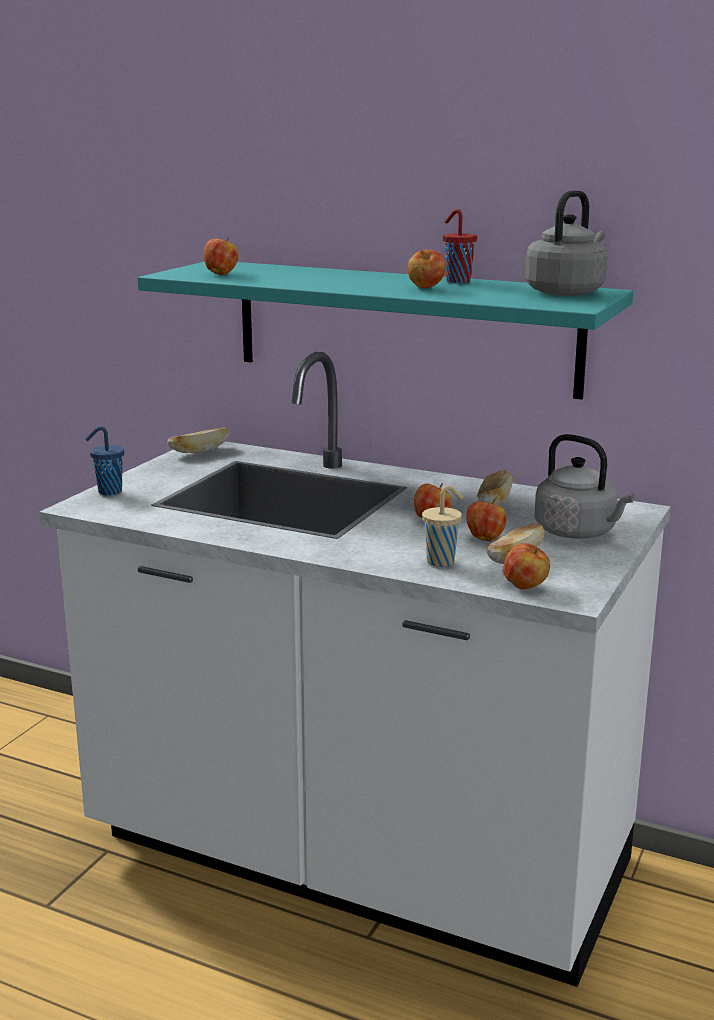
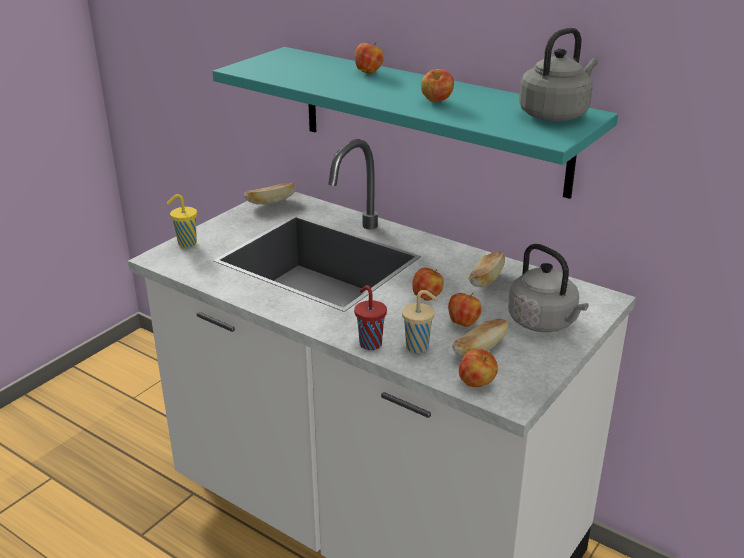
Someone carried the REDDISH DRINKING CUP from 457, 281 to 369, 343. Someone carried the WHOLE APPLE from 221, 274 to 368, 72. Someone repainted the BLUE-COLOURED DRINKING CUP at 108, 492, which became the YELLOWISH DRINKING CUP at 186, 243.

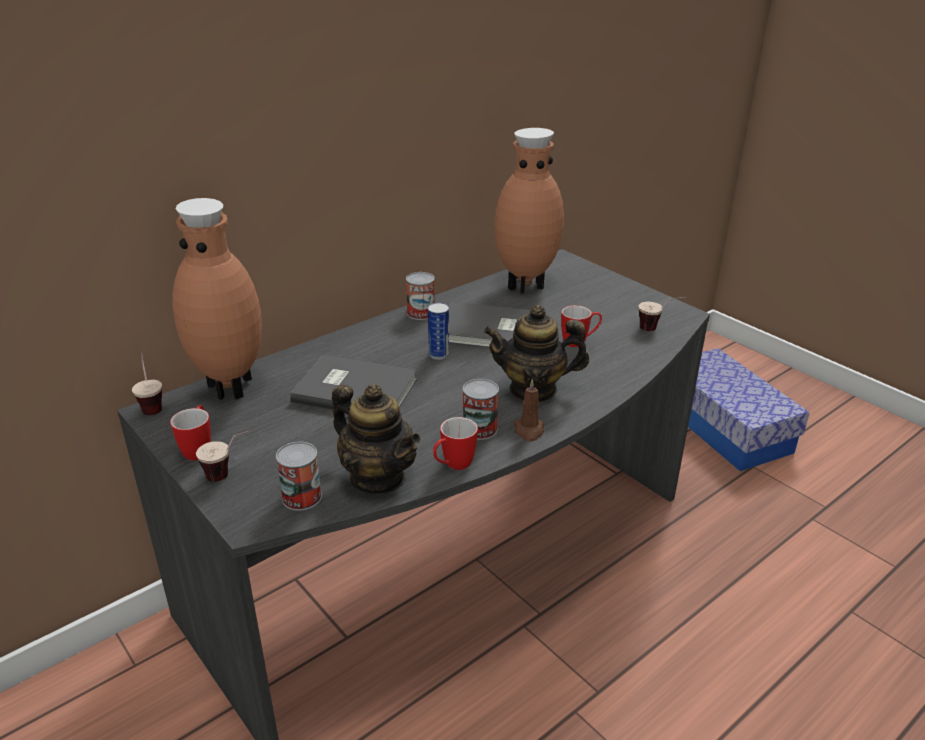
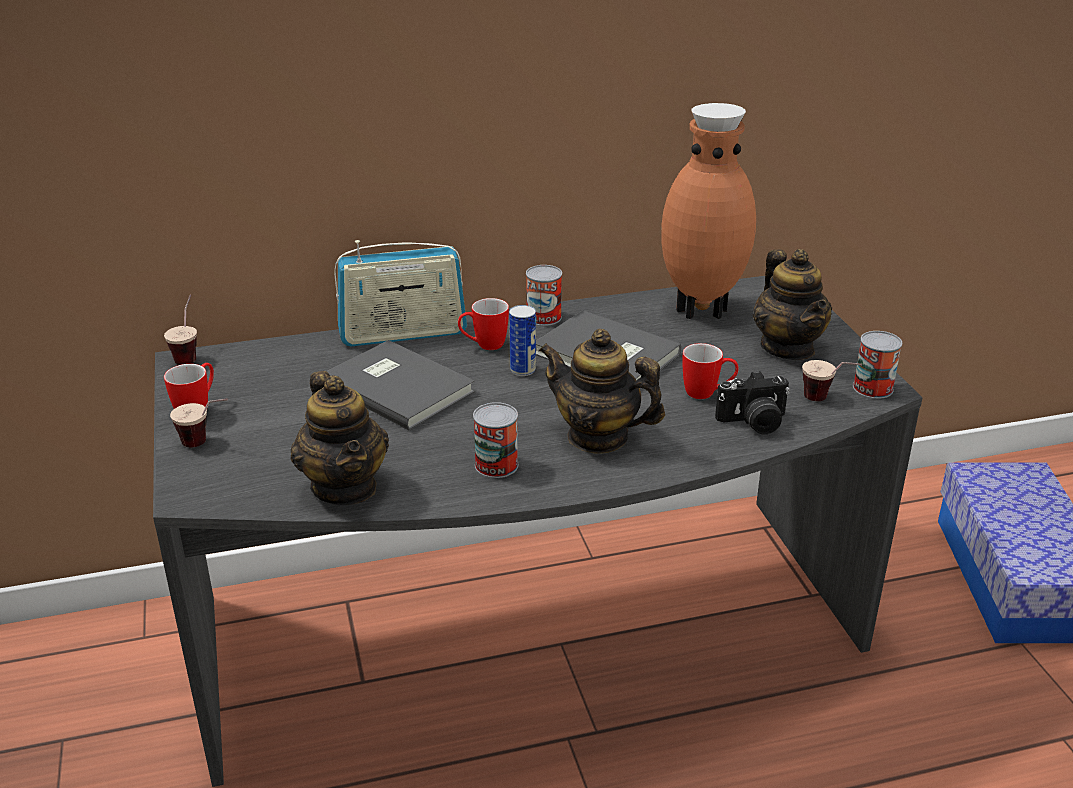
Someone took away the BROWN-COLOURED DECORATIVE VASE at 232, 387. Someone took away the BROWN-COLOURED WAX CANDLE at 529, 430. Someone carried the TEA MUG from 453, 466 to 483, 346. Someone carried the METAL CAN from 302, 497 to 872, 388. Someone put down the RADIO at 403, 333. Someone put down the TEA POT at 788, 347. Someone put down the STILL CAMERA at 753, 422.

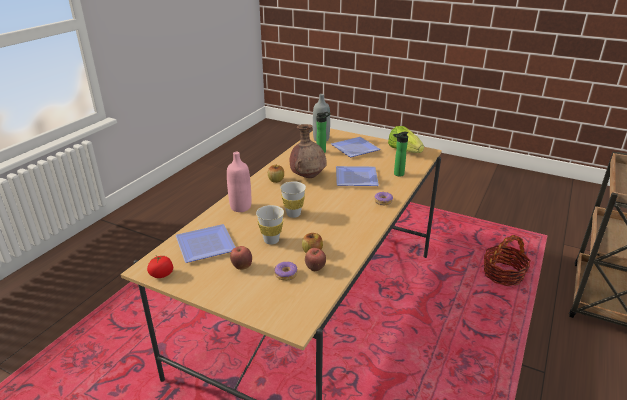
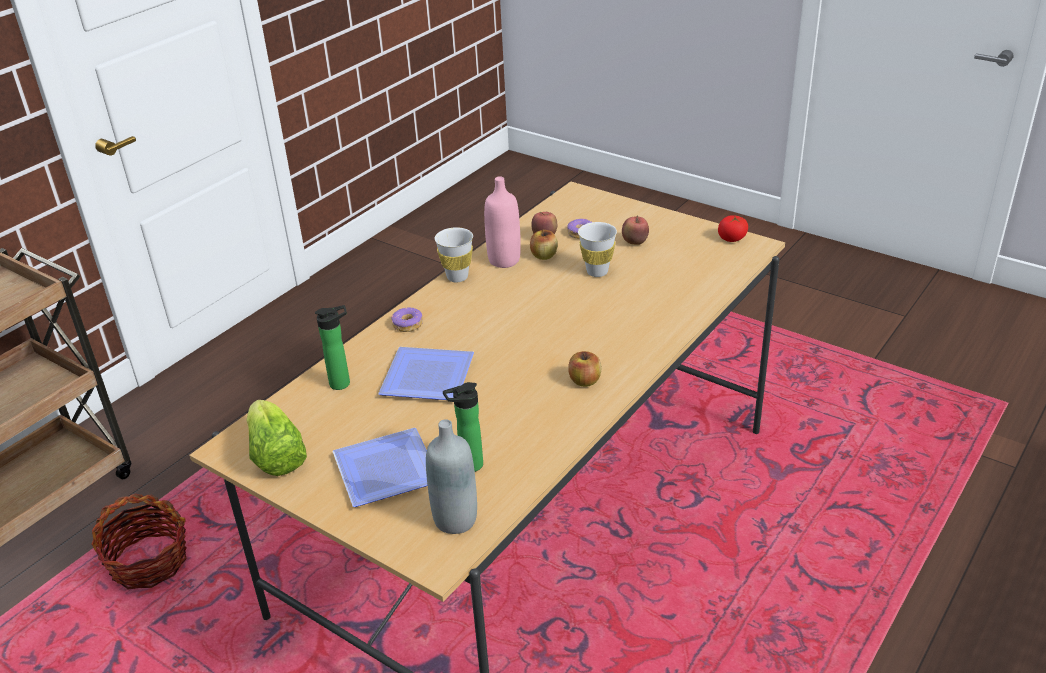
Someone took away the BROWN-COLOURED DECORATIVE VASE at 308, 176. Someone carried the PINKISH BEVERAGE BOTTLE from 240, 207 to 504, 260. Someone carried the WHITISH DRINKING CUP from 293, 214 to 457, 277. Someone took away the FLAT DISH at 203, 245.

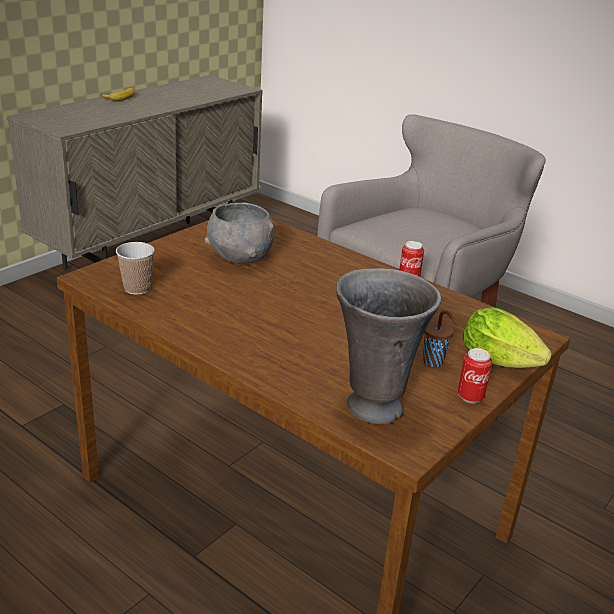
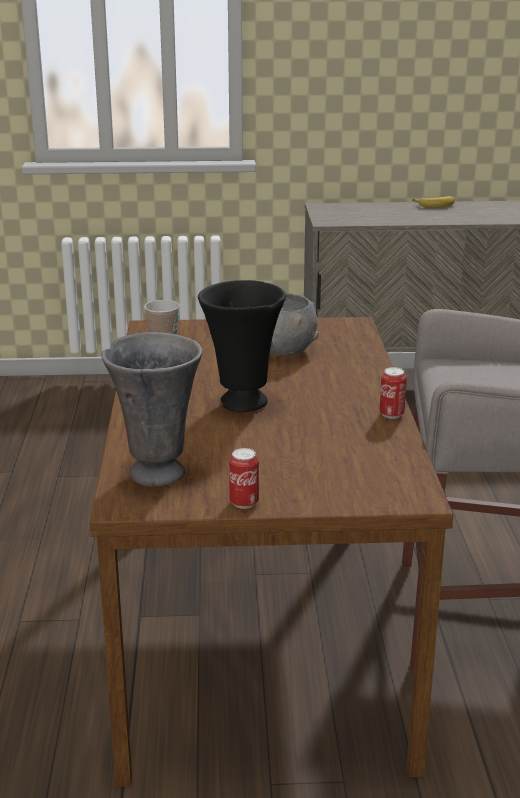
Someone took away the HEAD OF LETTUCE at 503, 364. Someone took away the BROWN-COLOURED DRINKING CUP at 434, 362. Someone put down the BLACK DECORATIVE VASE at 242, 404.

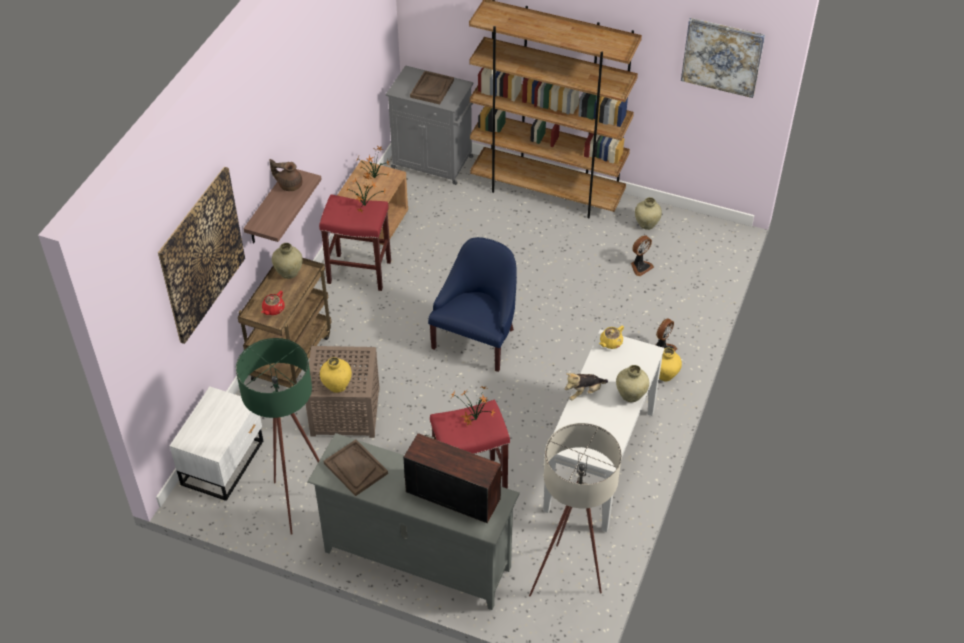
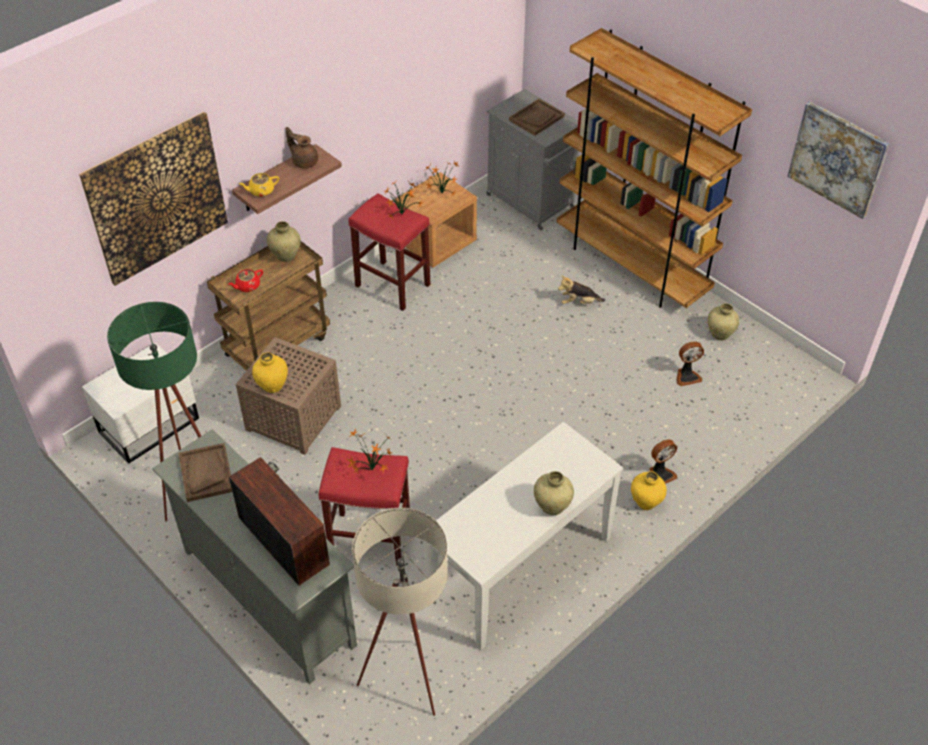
Someone took away the BLUE-COLOURED EASY CHAIR at 477, 339. Someone carried the YELLOWISH TEA POT from 610, 343 to 261, 191. Someone carried the SOFT TOY from 584, 392 to 579, 302.

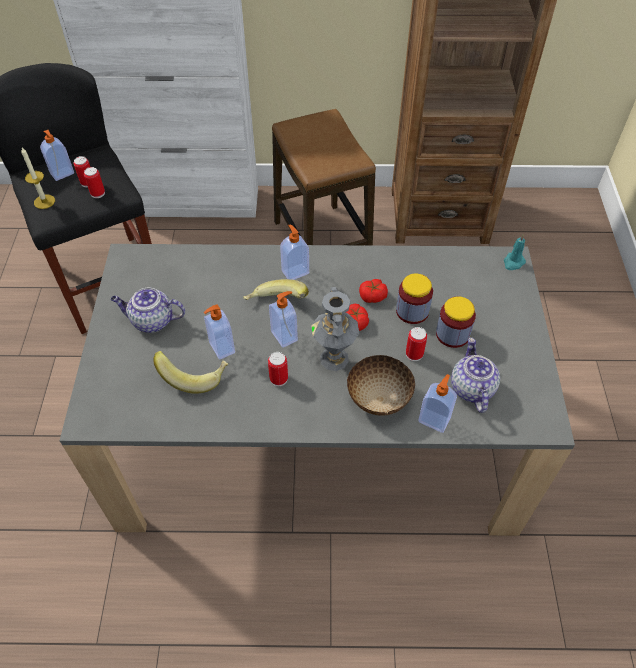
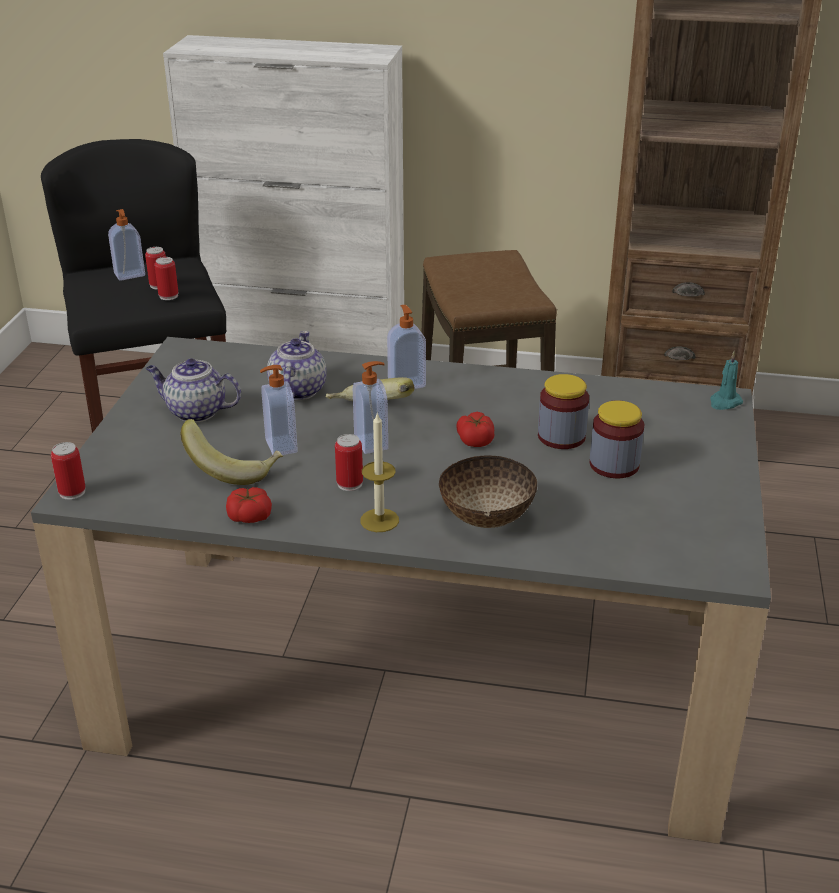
Someone carried the WAX CANDLE from 44, 201 to 379, 520. Someone carried the WHOLE TOMATO from 373, 296 to 249, 516. Someone took away the GREY DECORATIVE VASE at 335, 358. Someone carried the METAL CAN from 414, 354 to 72, 492. Someone carried the TEA POT from 471, 388 to 297, 390. Someone took away the SOAP BOTTLE at 434, 419.

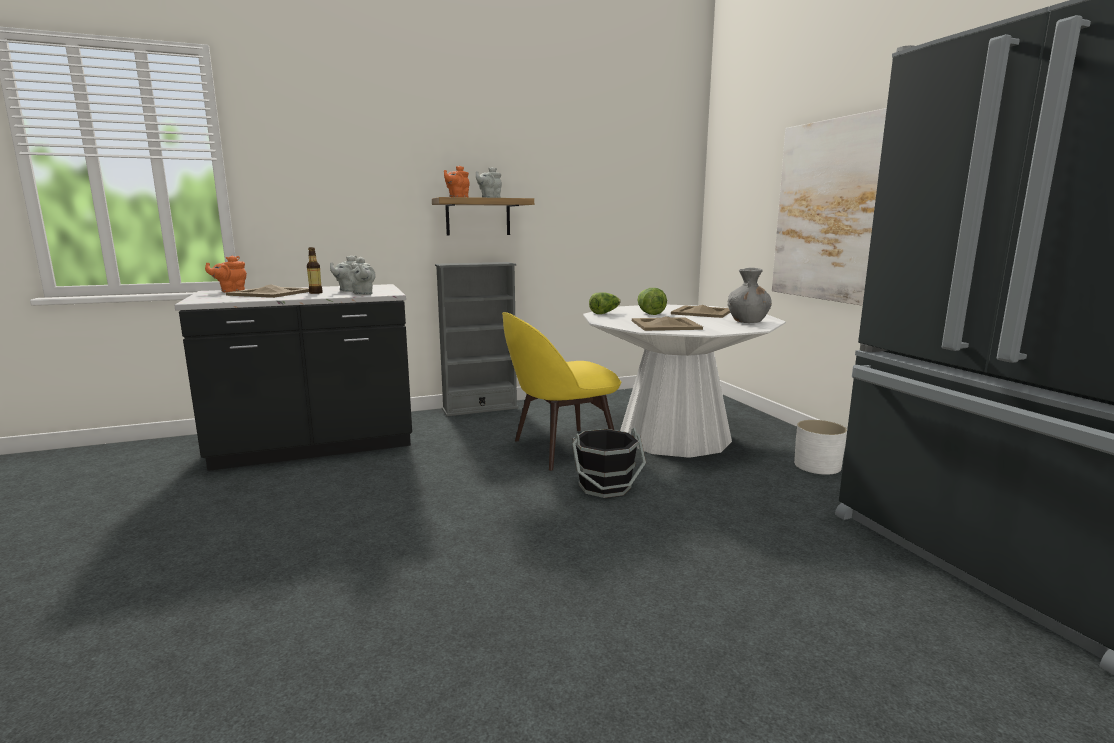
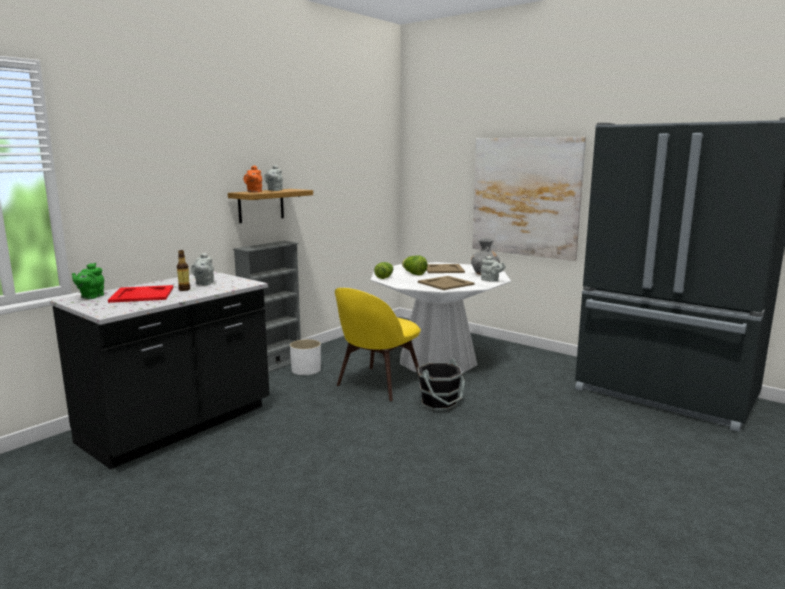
Someone repainted the ORANGE-COLOURED TEA POT at 231, 291, which became the GREEN TEA POT at 91, 297. Someone carried the GREY TEA POT from 363, 294 to 491, 280. Someone repainted the BEIGE TRAY at 270, 293, which became the REDDISH TRAY at 141, 294. Someone carried the WHITISH PLANT POT from 817, 466 to 306, 370.

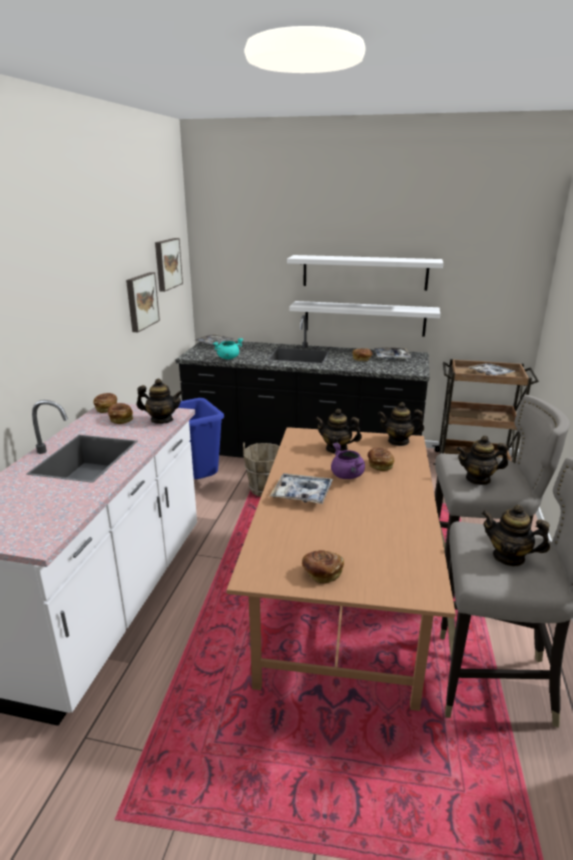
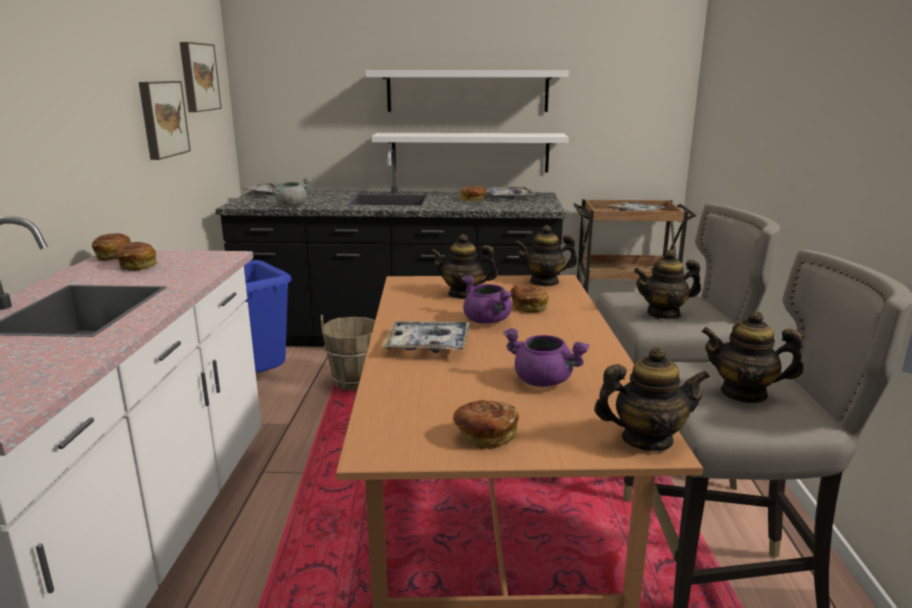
Someone repainted the BLUE-GREEN SAUCEPOT at 228, 358, which became the GREY SAUCEPOT at 291, 205. Someone carried the TEA POT from 162, 420 to 646, 439. Someone put down the PURPLE-COLOURED SAUCEPOT at 544, 381.

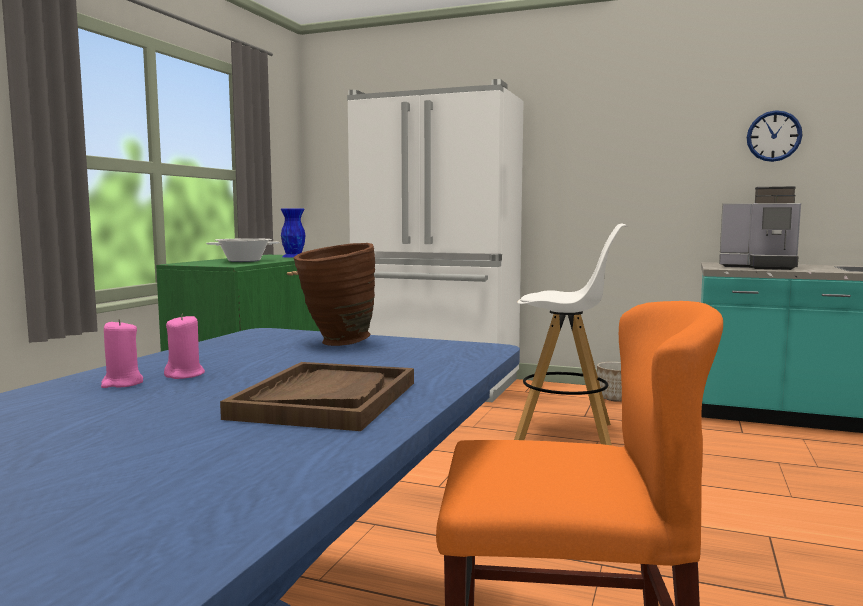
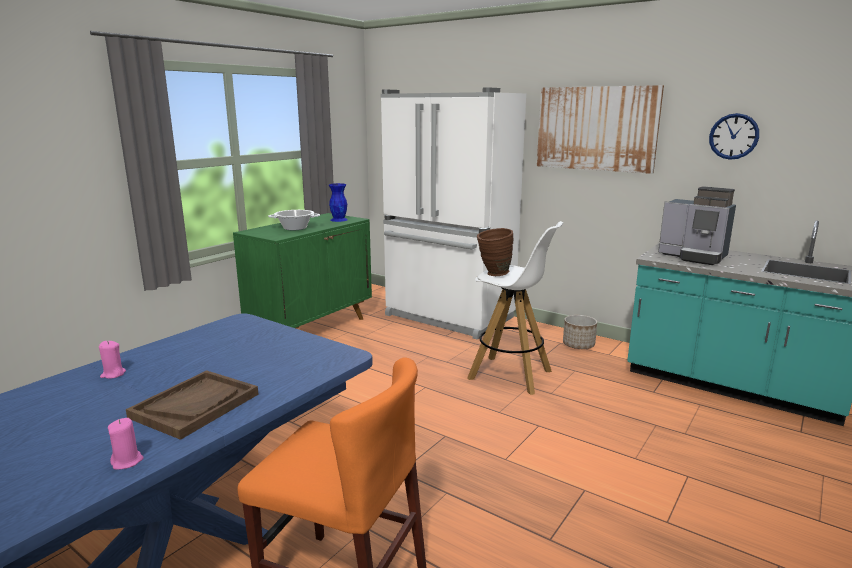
Someone carried the BROWN-COLOURED DECORATIVE VASE from 336, 343 to 493, 274. Someone carried the PINKISH WAX CANDLE from 185, 375 to 127, 461. Someone put up the WALL PICTURE at 596, 128.

